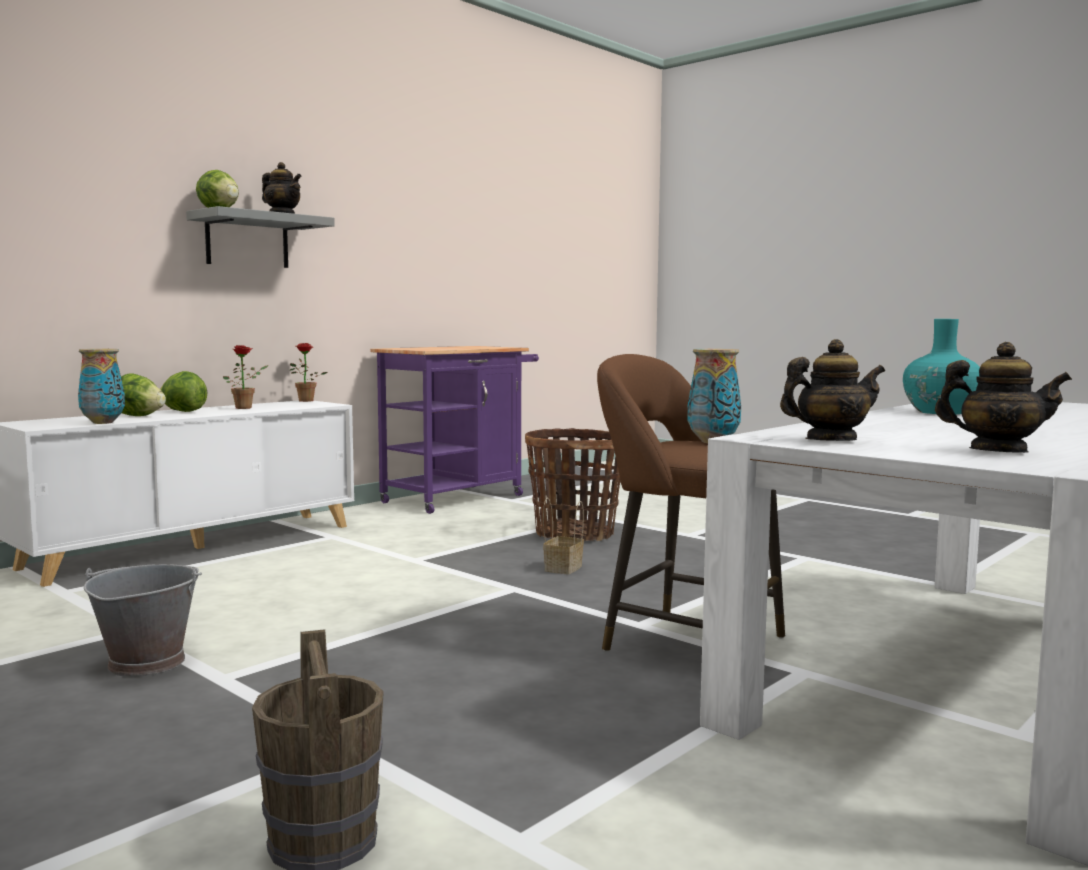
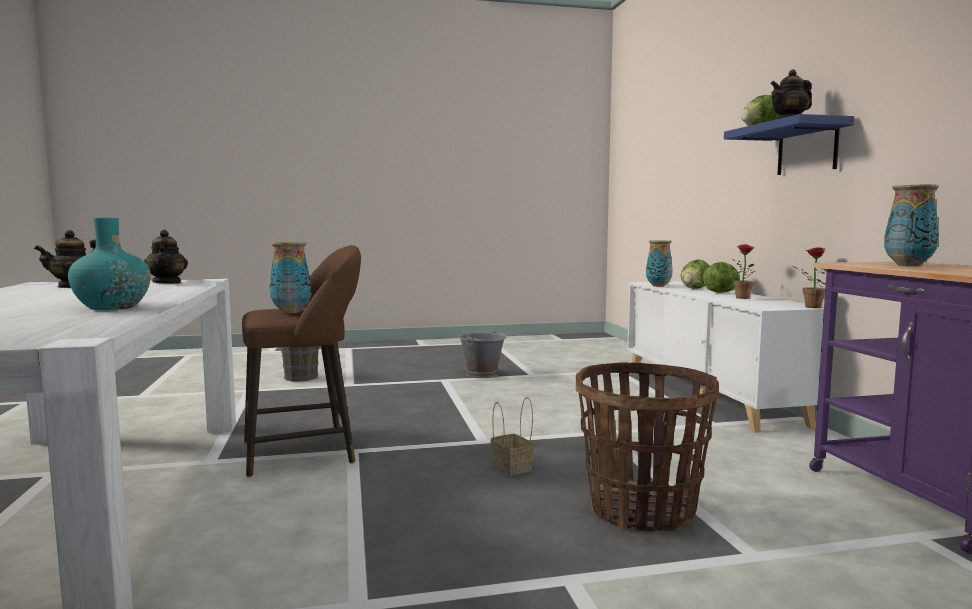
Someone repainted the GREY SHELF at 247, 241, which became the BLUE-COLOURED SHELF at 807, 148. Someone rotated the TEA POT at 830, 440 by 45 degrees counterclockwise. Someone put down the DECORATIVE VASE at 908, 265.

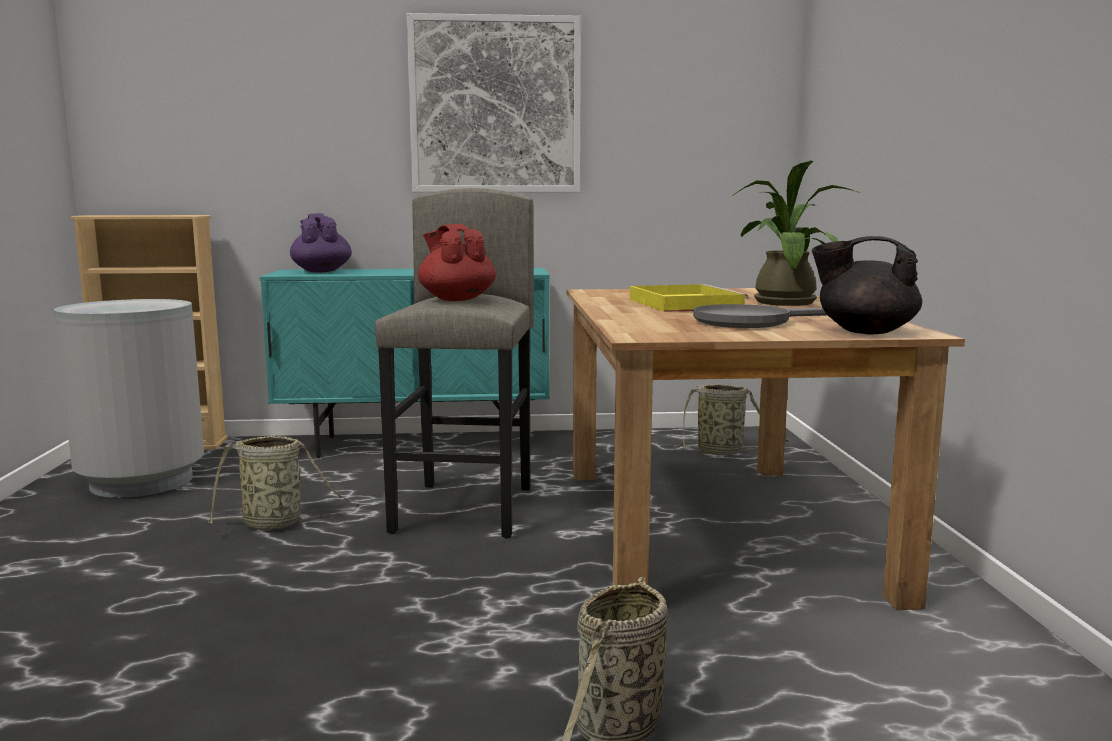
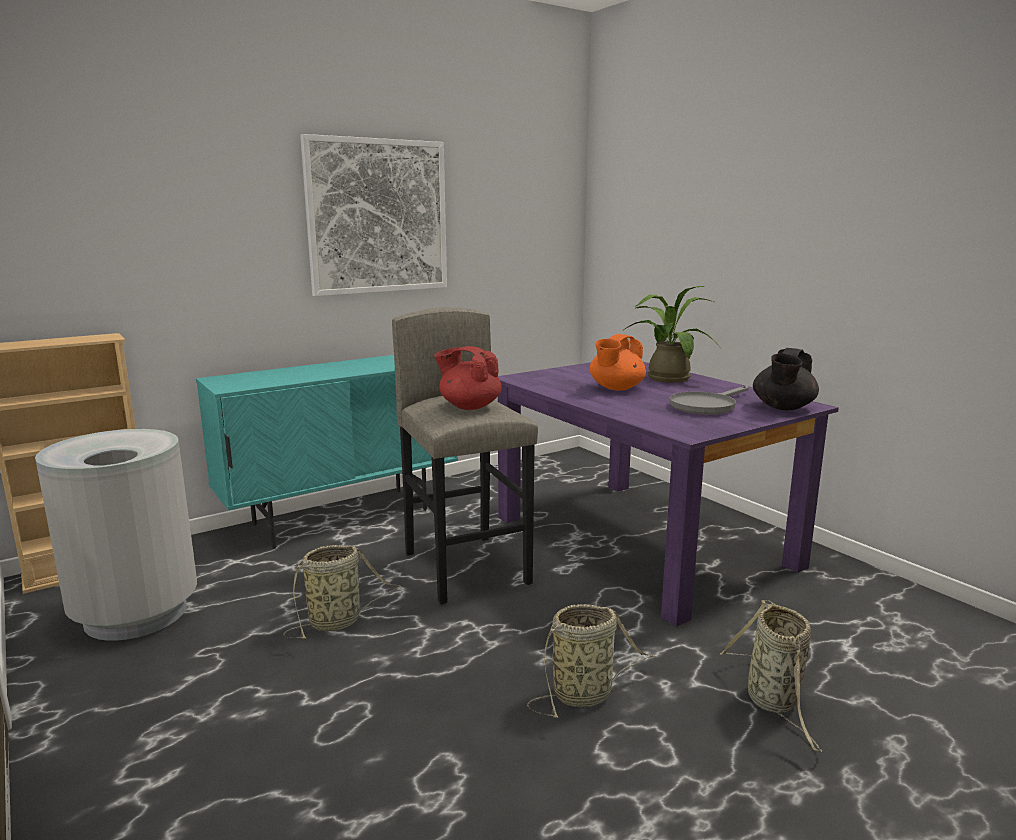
Someone took away the PURPLE-COLOURED TEA POT at 321, 271. Someone rotated the BLACK TEA POT at 864, 331 by 45 degrees counterclockwise. Someone swapped the YELLOWISH TRAY at 683, 304 for the ORANGE-COLOURED TEA POT at 616, 388. Someone repainted the BROWN-COLOURED DINNER TABLE at 711, 527, which became the PURPLE-COLOURED DINNER TABLE at 639, 540. Someone carried the BASKET from 723, 452 to 585, 694.

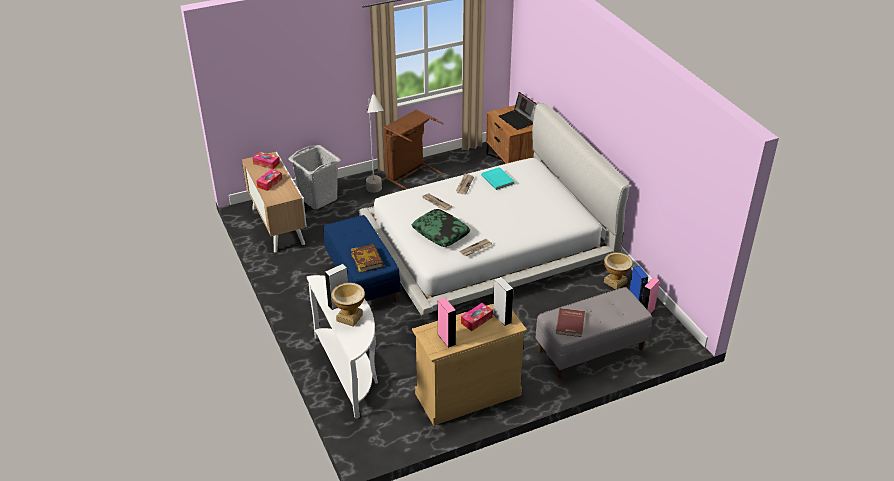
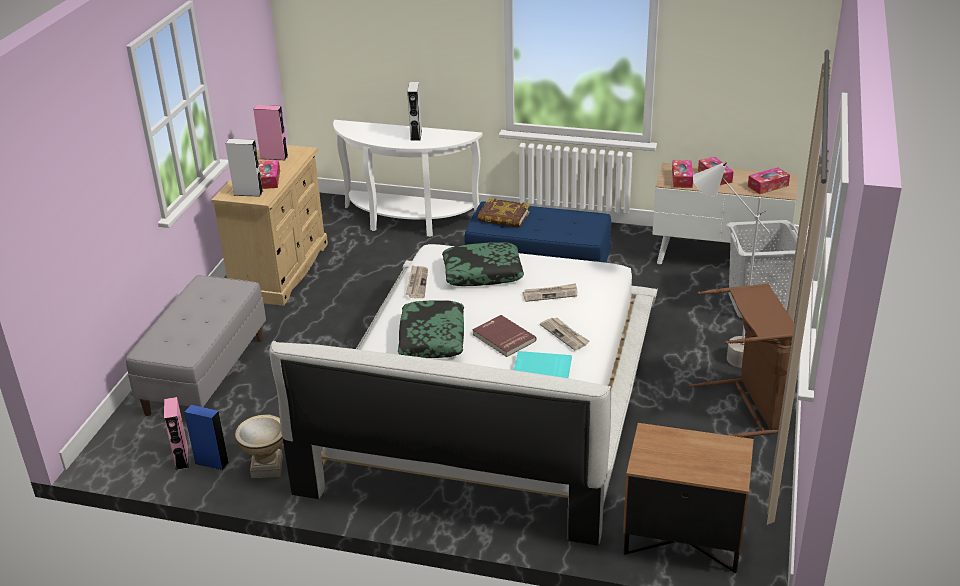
Someone took away the NOTEBOOK COMPUTER at 518, 120. Someone took away the DECORATIVE VASE at 350, 317. Someone carried the REDDISH BOUND BOOK from 571, 324 to 503, 338. Someone put down the BOX OF TISSUES at 682, 179. Someone put down the PILLOW at 432, 337.

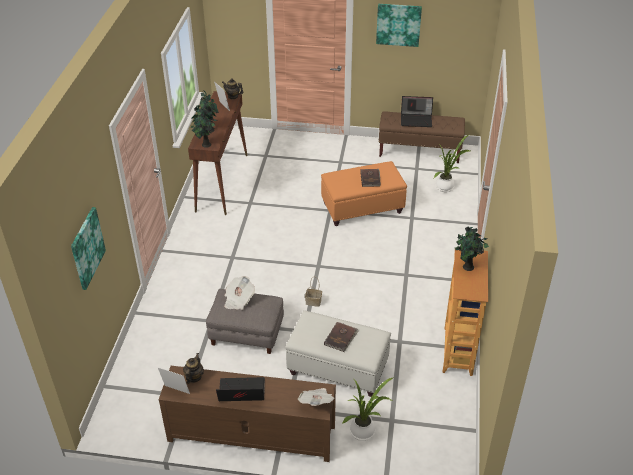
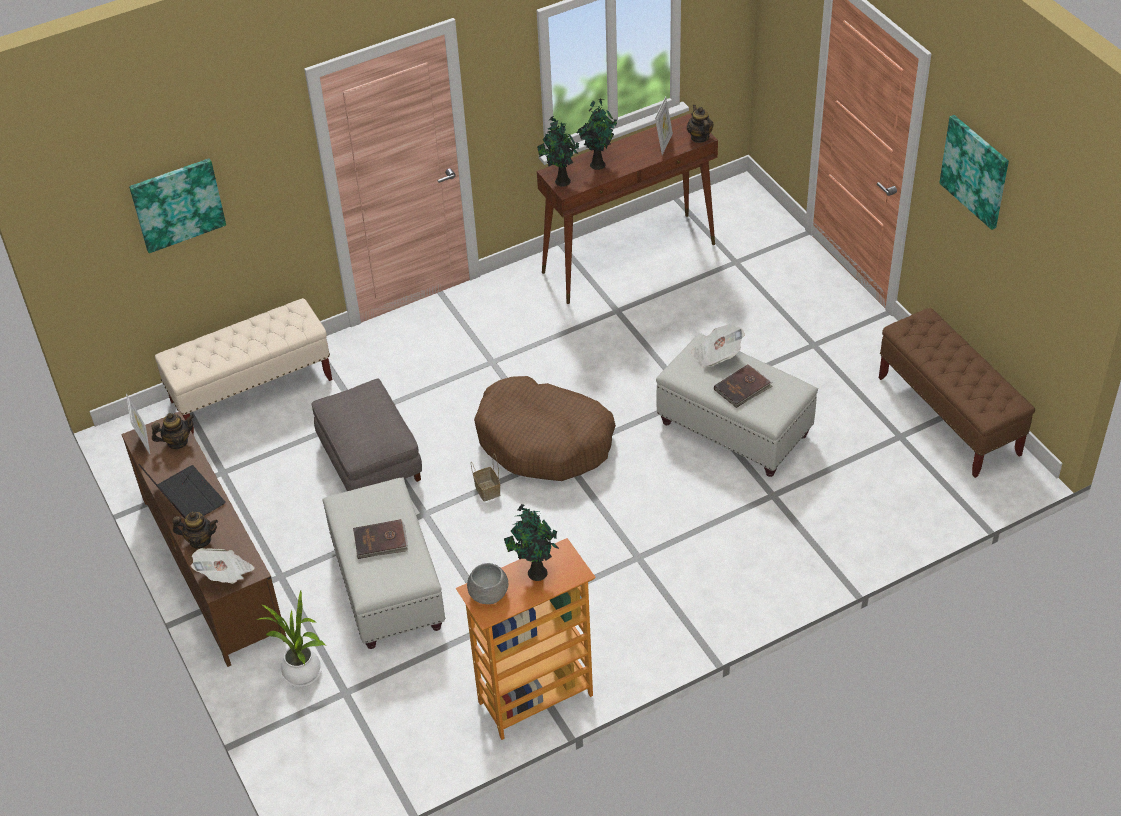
Someone took away the NOTEBOOK COMPUTER at 416, 119. Someone took away the POTTED PLANT at 446, 187. Someone repainted the ORANGE-COLOURED POUFFE at 363, 208, which became the WHITISH POUFFE at 735, 429. Someone carried the PRINTED PAPER from 238, 300 to 717, 355. Someone put down the BEIGE INDOOR BENCH at 252, 391. Someone put down the BROWN-COLOURED DOG CUSHION at 544, 441. Someone put down the TEA POT at 200, 540. Someone put down the GREY SERVING BOWL at 488, 593.

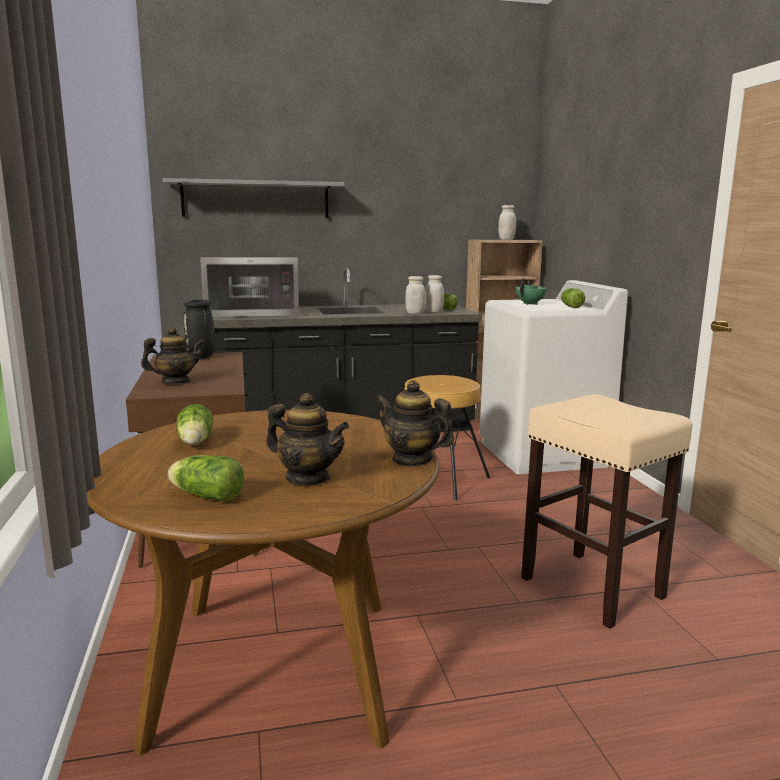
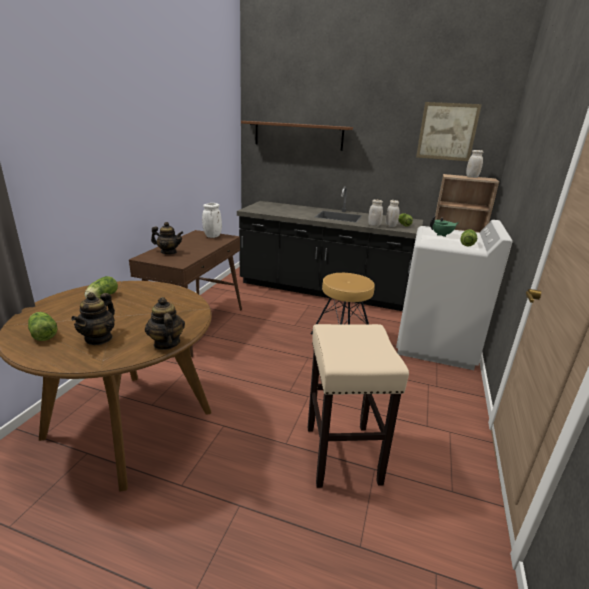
Someone repainted the GREY SHELF at 256, 199, which became the BROWN-COLOURED SHELF at 298, 135. Someone took away the MICROWAVE at 253, 313. Someone repainted the BLACK DECORATIVE VASE at 202, 357, which became the WHITISH DECORATIVE VASE at 212, 236. Someone rotated the TEA POT at 308, 478 by 45 degrees clockwise. Someone put up the WALL PICTURE at 447, 131.

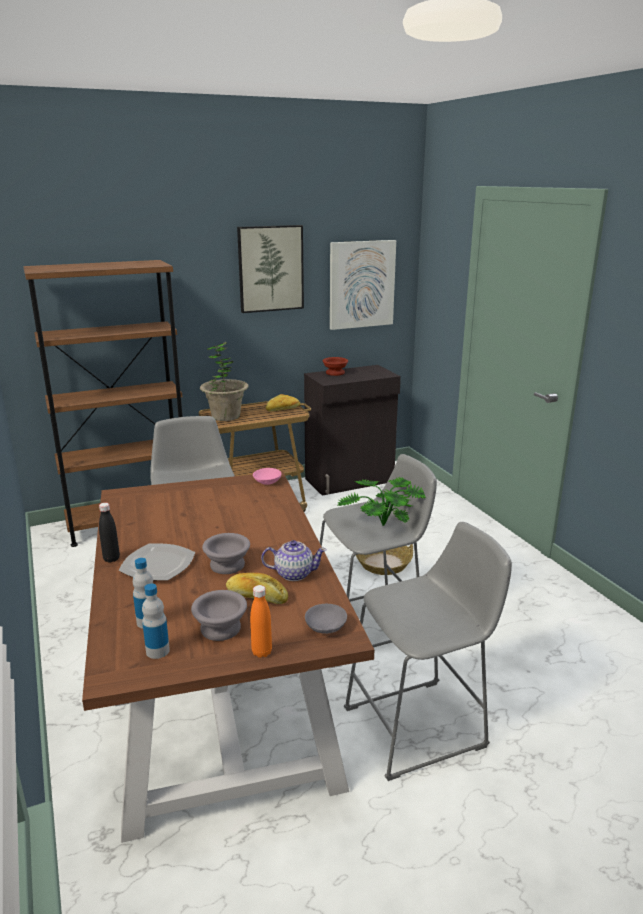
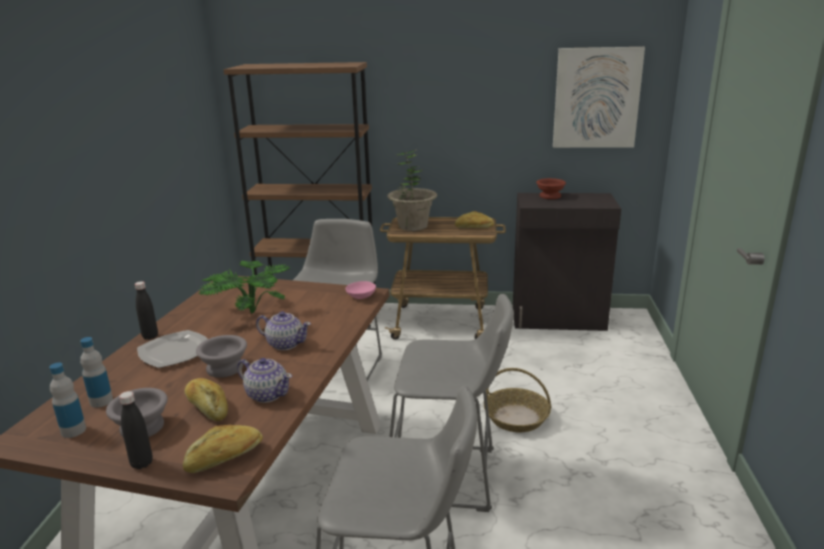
Someone took away the WALL PICTURE at 270, 268. Someone carried the POTTED PLANT from 384, 528 to 248, 315. Someone repainted the ORANGE-COLOURED BEVERAGE BOTTLE at 261, 652, which became the BLACK BEVERAGE BOTTLE at 142, 463. Someone swapped the GREY SERVING BOWL at 325, 626 for the BAKERY BREAD at 225, 458. Someone put down the TEA POT at 285, 344.

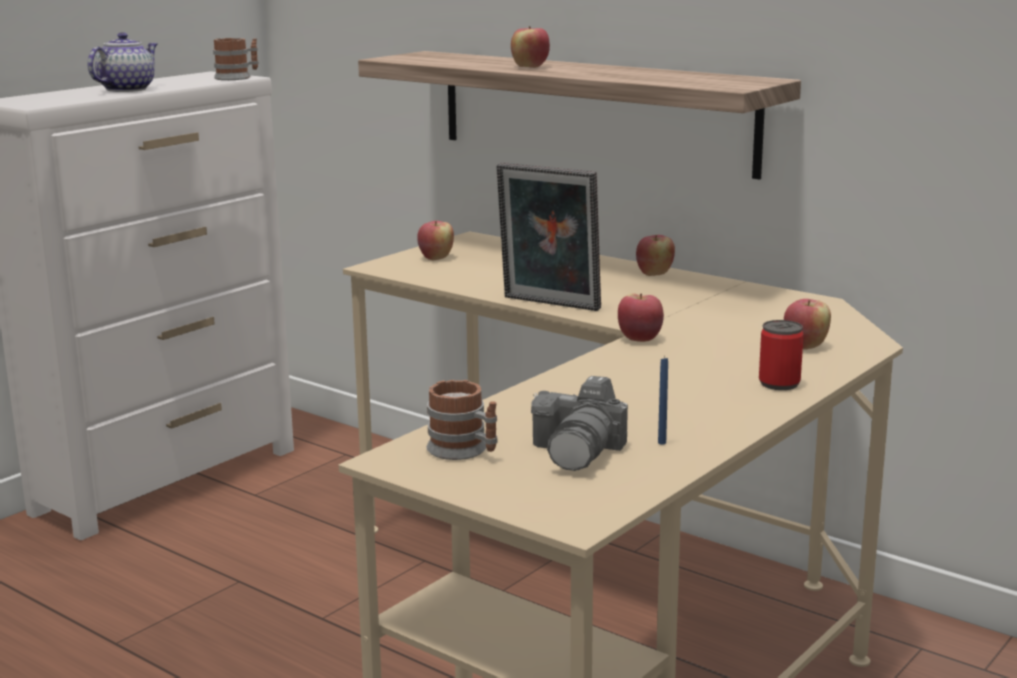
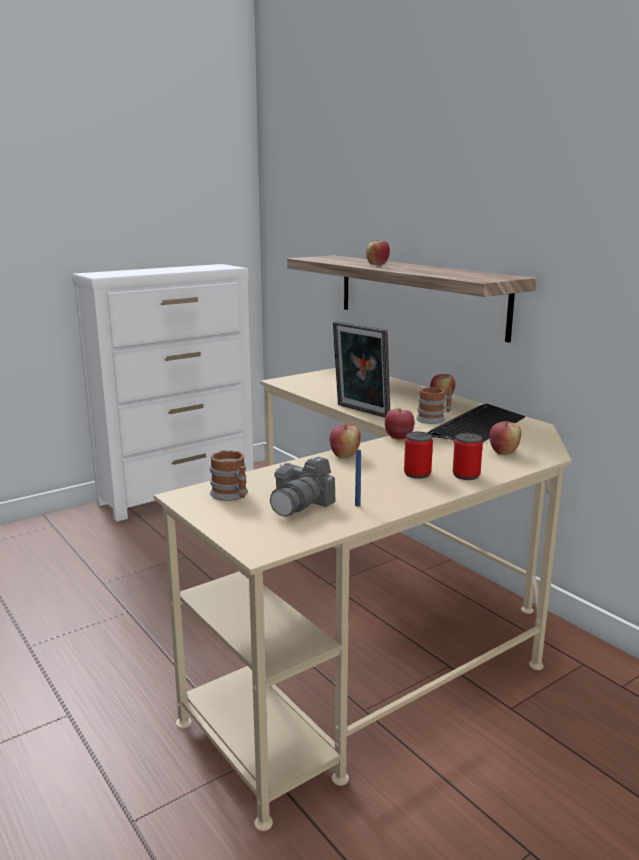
Someone took away the TEA POT at 127, 89. Someone carried the TEA MUG from 238, 77 to 434, 418. Someone carried the WHOLE APPLE from 436, 258 to 344, 455. Someone put down the PC KEYBOARD at 477, 427. Someone put down the METAL CAN at 417, 474.

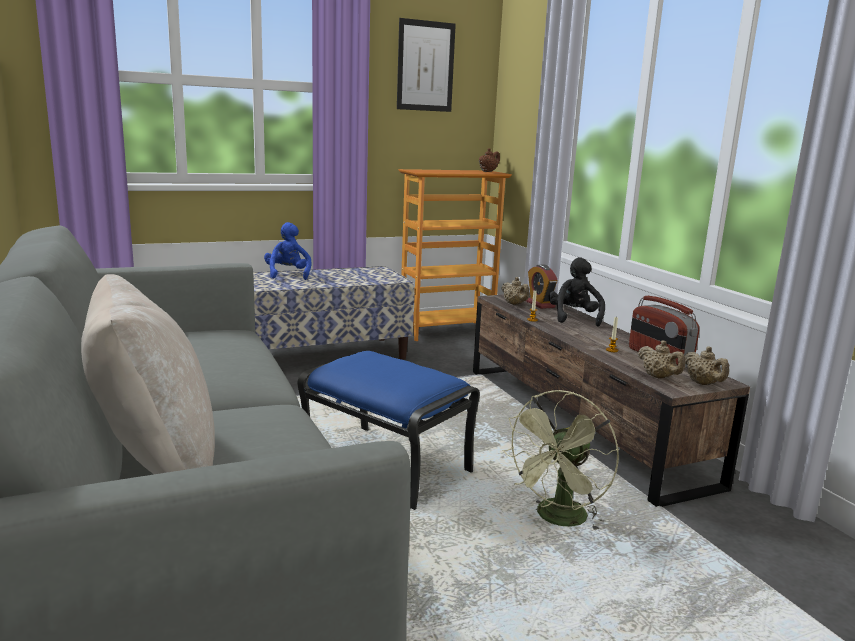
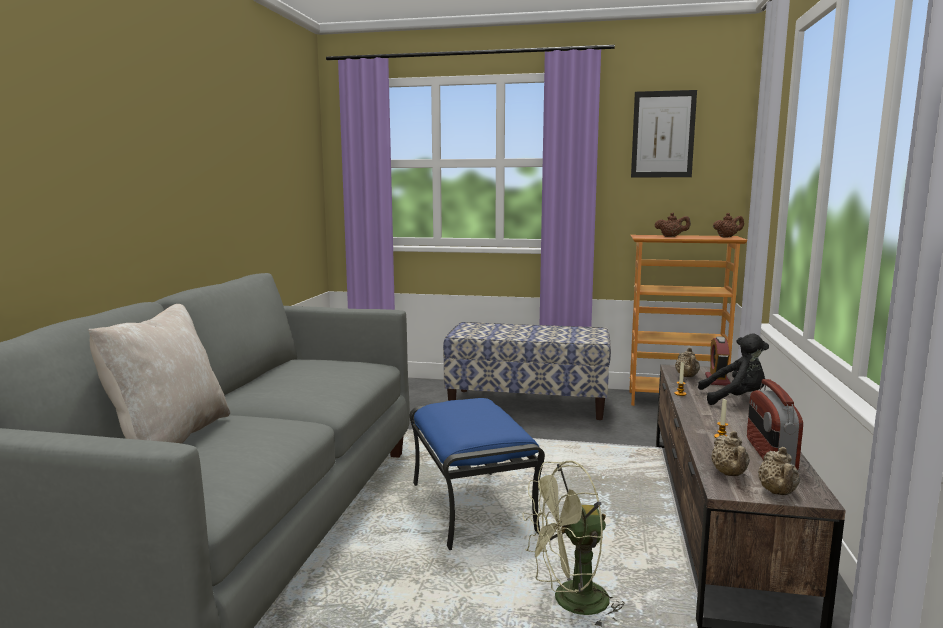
Someone took away the BLUE-COLOURED SOFT TOY at 288, 275. Someone rotated the BLACK SOFT TOY at 574, 318 by 60 degrees clockwise. Someone put down the BROWN-COLOURED TEA POT at 671, 237.

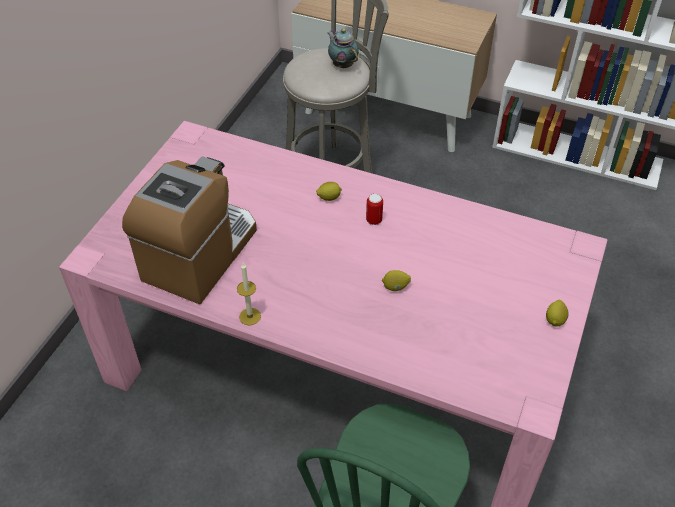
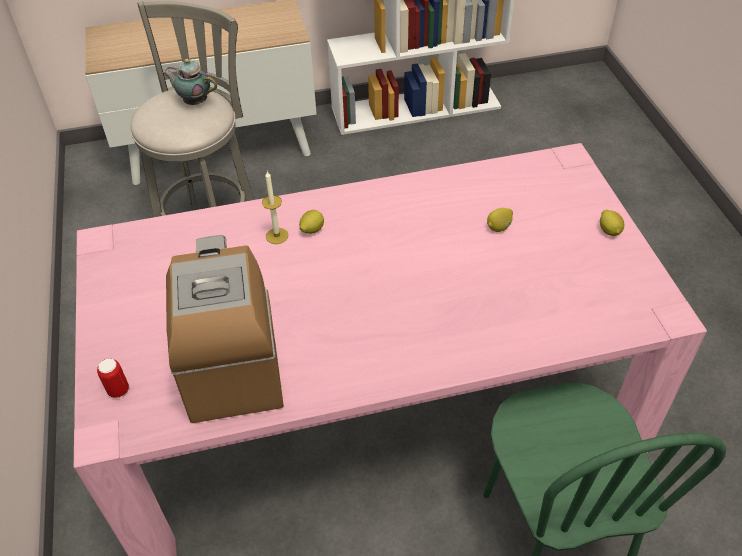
Someone carried the METAL CAN from 374, 220 to 118, 390. Someone carried the WAX CANDLE from 250, 316 to 277, 236. Someone carried the WHOLE LEMON from 395, 287 to 499, 227.

